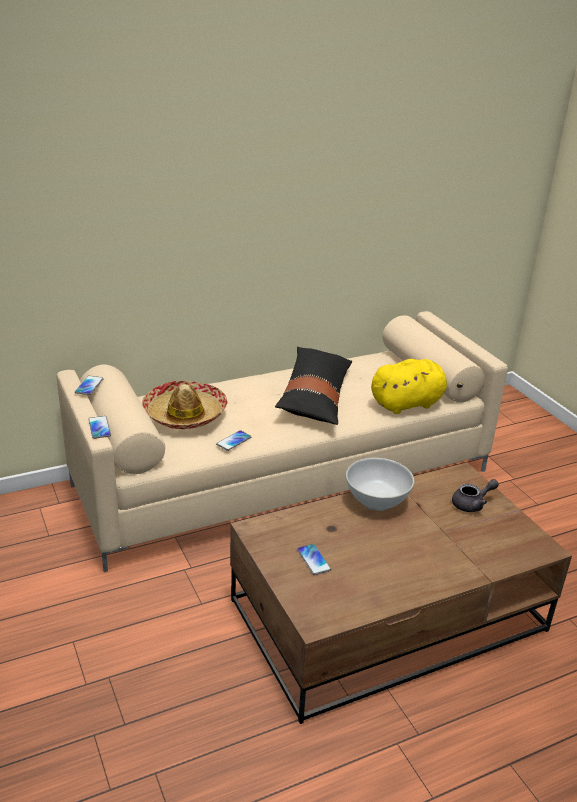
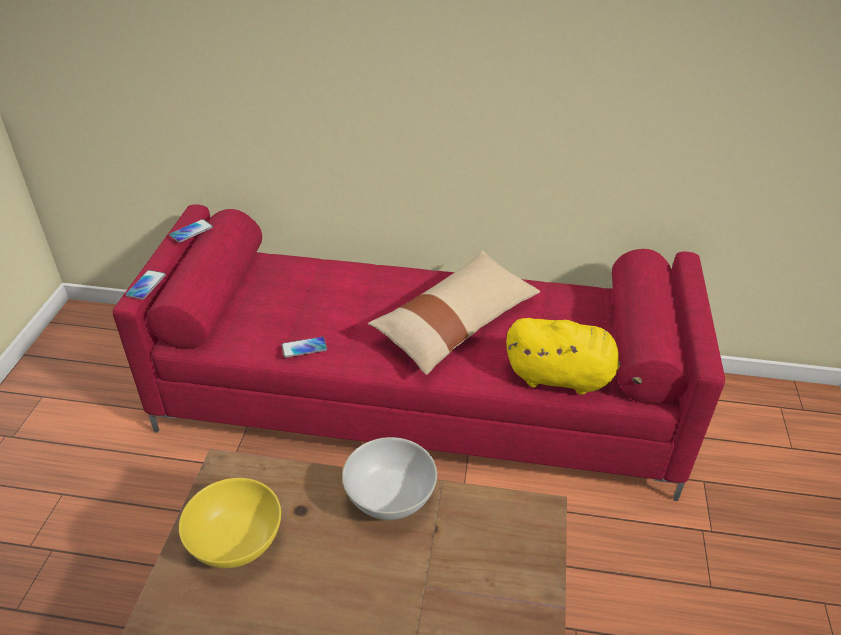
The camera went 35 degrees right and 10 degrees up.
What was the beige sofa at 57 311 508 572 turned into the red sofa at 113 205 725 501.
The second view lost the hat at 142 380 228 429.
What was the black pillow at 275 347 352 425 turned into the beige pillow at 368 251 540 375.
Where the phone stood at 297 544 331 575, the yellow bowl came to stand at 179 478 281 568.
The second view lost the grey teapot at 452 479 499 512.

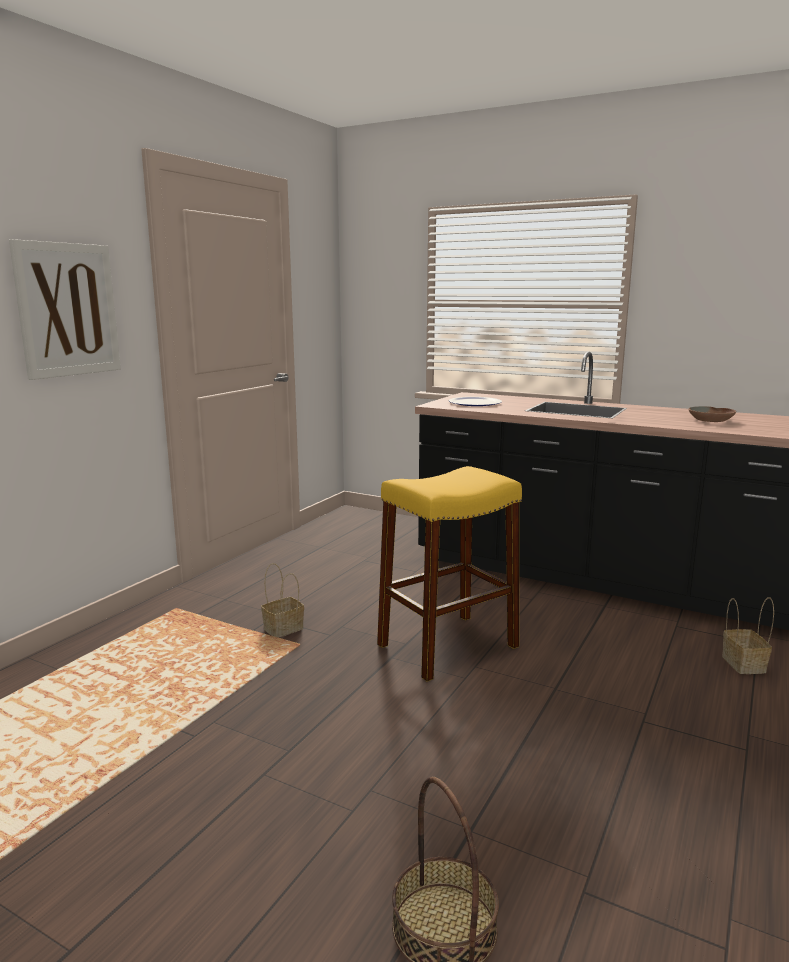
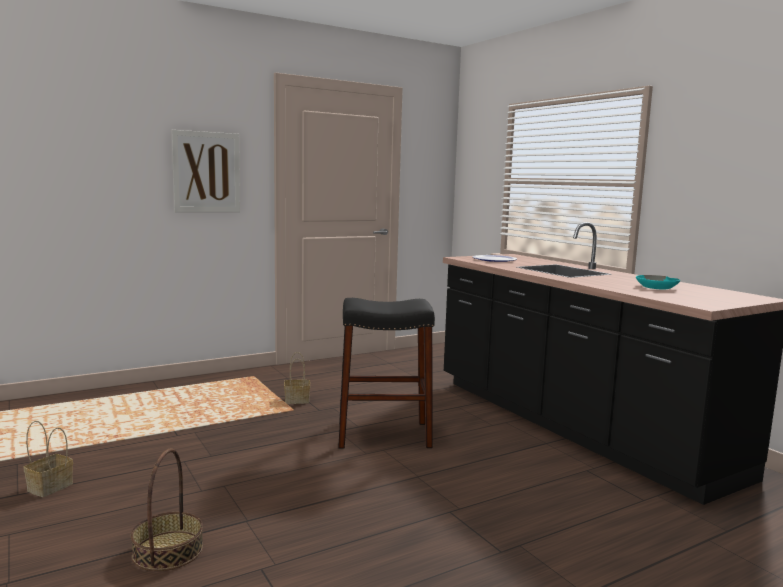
The camera went 30 degrees right and 5 degrees down.
What was the yellow stool at 377 466 522 681 turned into the black stool at 338 298 435 449.
What was the brown bowl at 688 406 736 422 turned into the turquoise bowl at 636 275 680 289.
The basket ended up elsewhere, having gone from 722 597 774 674 to 24 421 73 497.

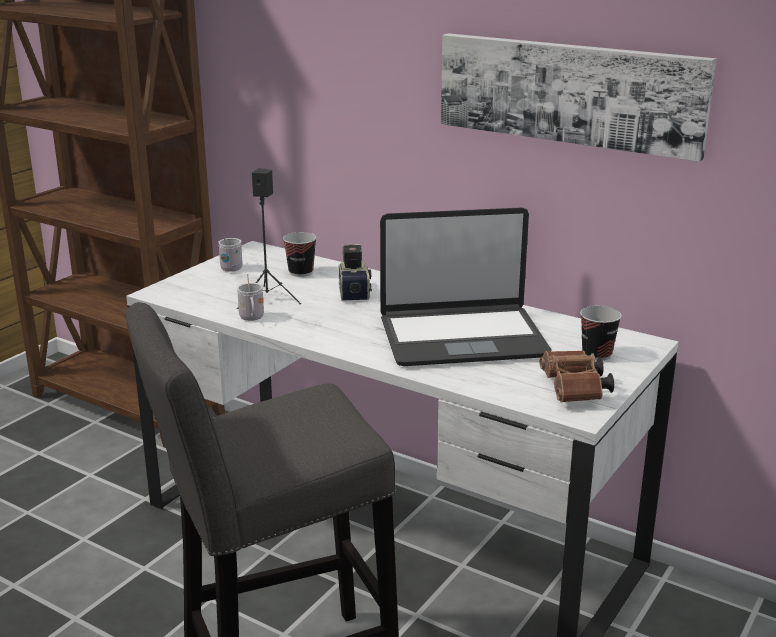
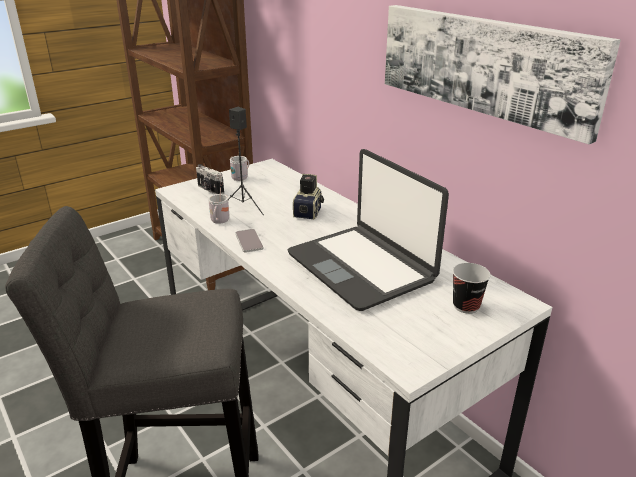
The camera went 20 degrees right and 5 degrees up.
The second view lost the cup at 283 232 317 277.
The laptop at 380 207 552 366 ended up facing another way, 45 degrees clockwise from before.
The second view lost the brown binoculars at 540 350 614 403.
The second view gained the photo camera at 196 164 224 195.
The second view gained the phone at 235 229 264 252.

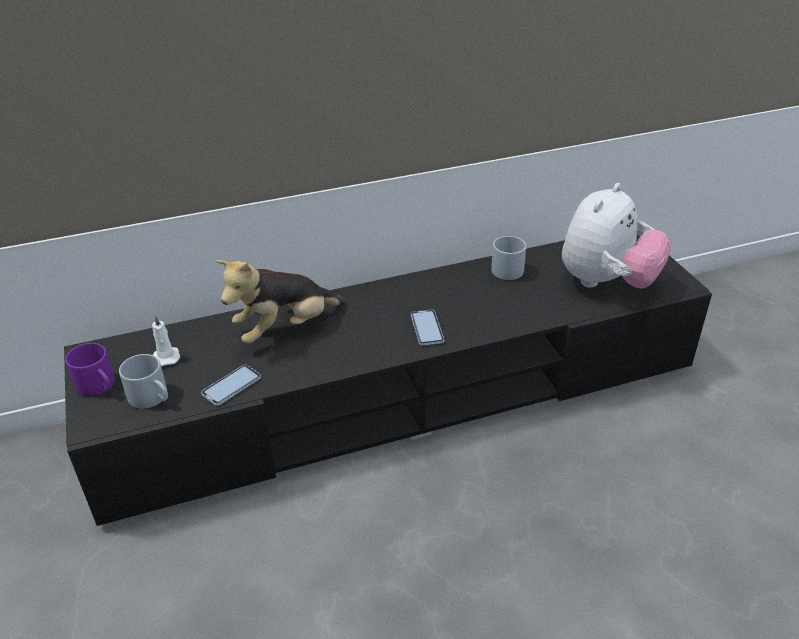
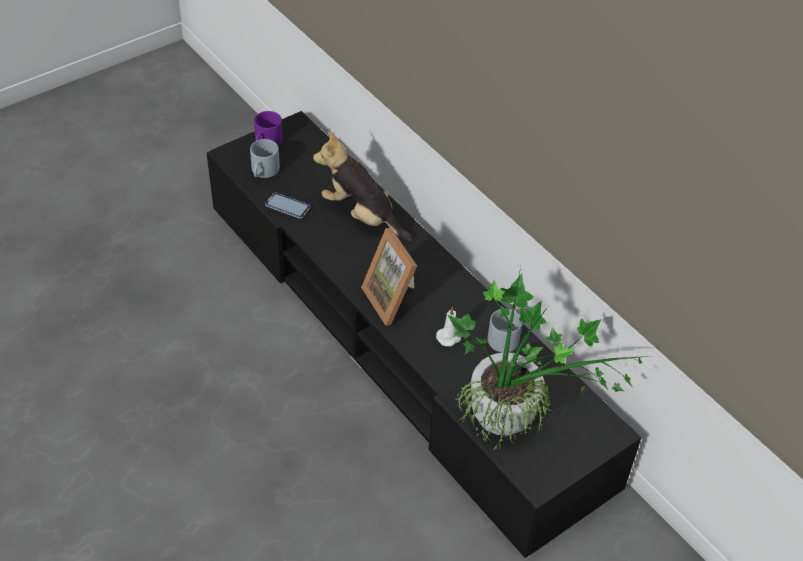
The camera went 70 degrees right and 10 degrees up.
The white candle ended up elsewhere, having gone from 152 315 180 367 to 436 307 461 346.
Where the phone stood at 411 310 444 346, the picture frame came to stand at 361 228 417 326.
Where the plush toy stood at 562 183 671 289, the potted plant came to stand at 448 267 649 451.

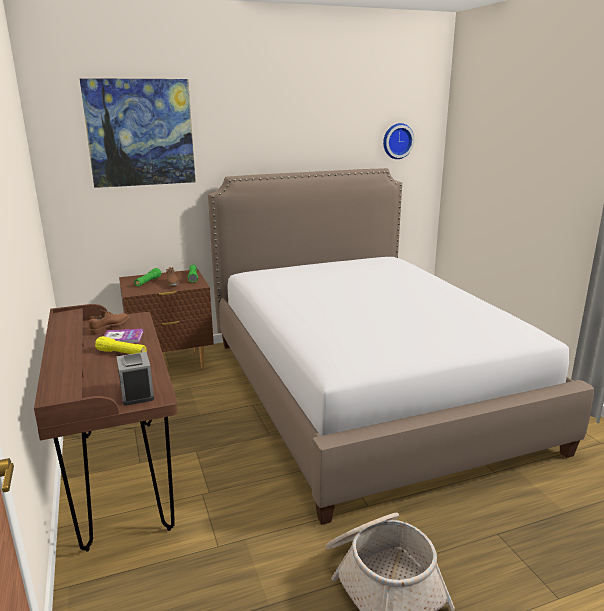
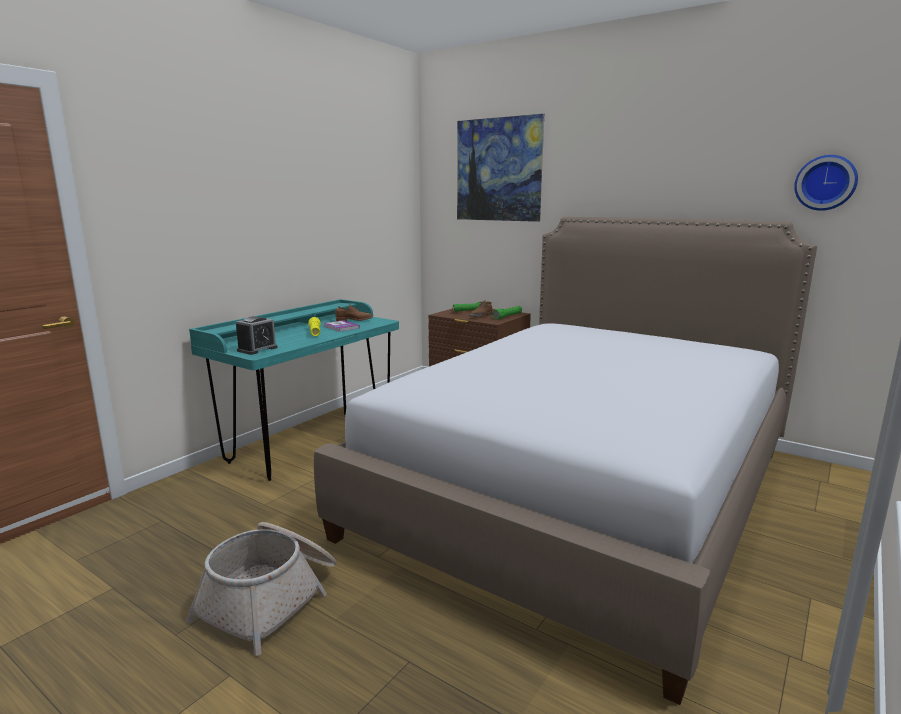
The camera went 55 degrees right and 5 degrees down.
What was the brown desk at 34 304 178 552 turned into the turquoise desk at 189 299 399 481.

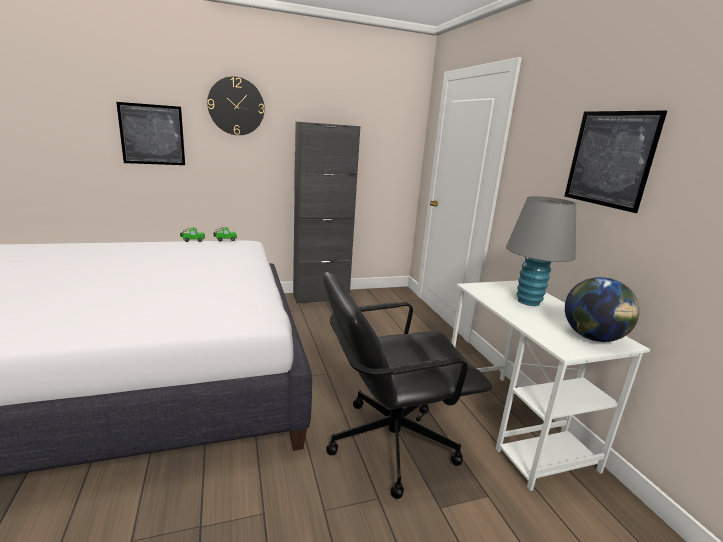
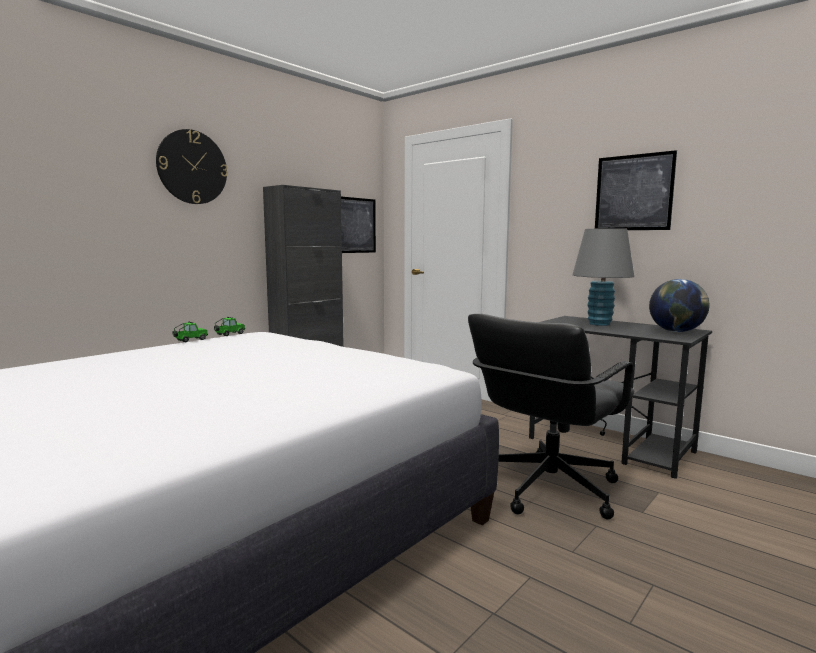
The camera went 30 degrees left and 10 degrees down.
The picture ended up elsewhere, having gone from 116 102 185 165 to 341 197 376 253.
What was the white desk at 451 280 650 491 turned into the black desk at 529 316 712 479.

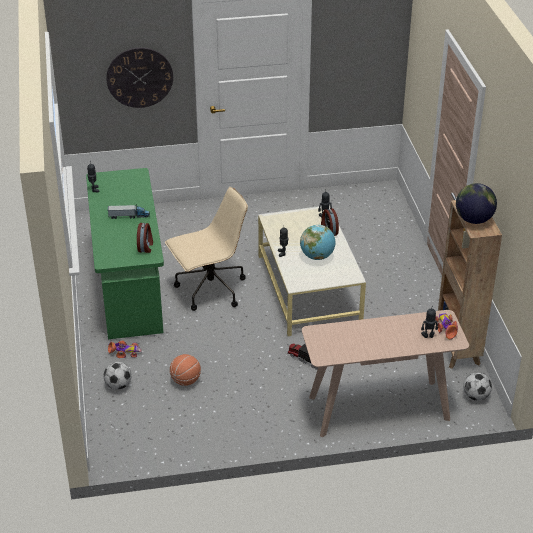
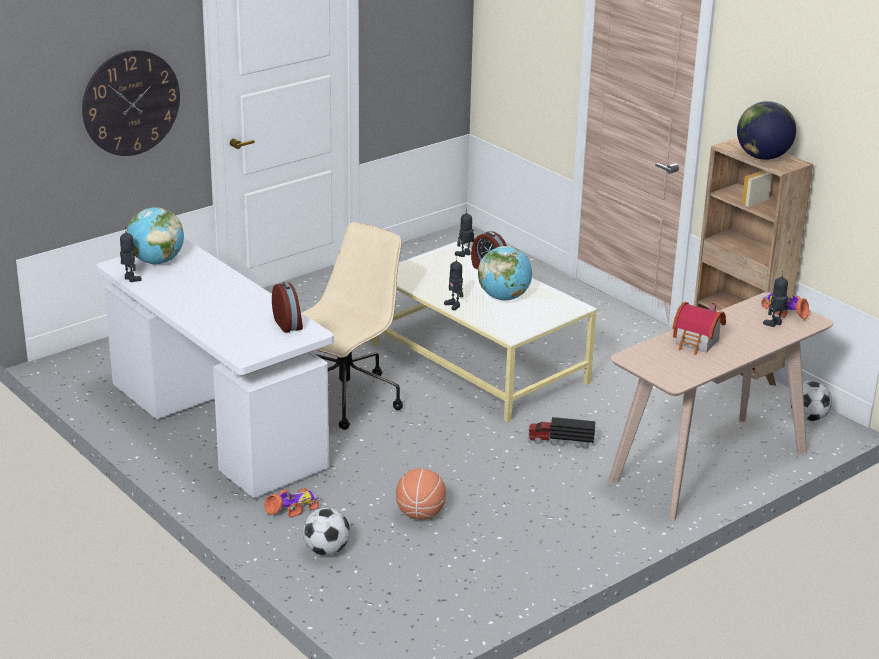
The camera went 30 degrees left and 10 degrees down.
What was the green desk at 86 168 164 339 turned into the white desk at 96 239 334 498.
The second view lost the toy truck at 108 204 150 219.
The second view gained the globe at 127 207 184 264.
The second view gained the toy house at 672 302 726 355.

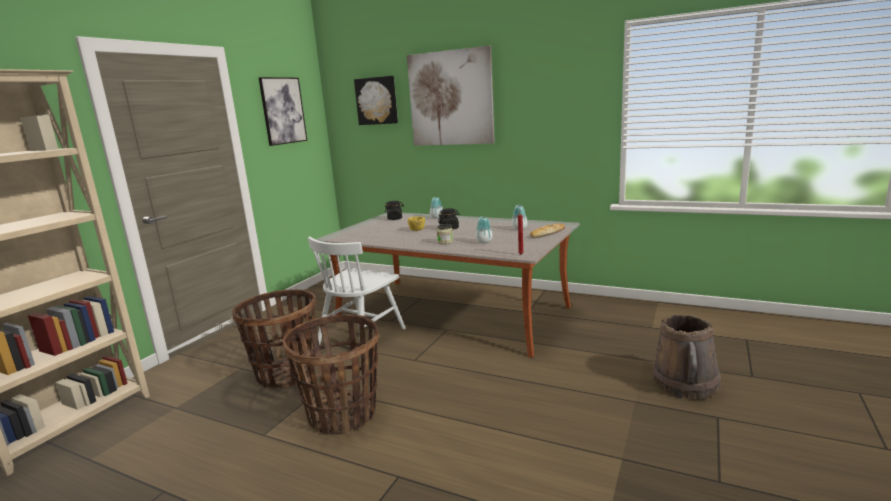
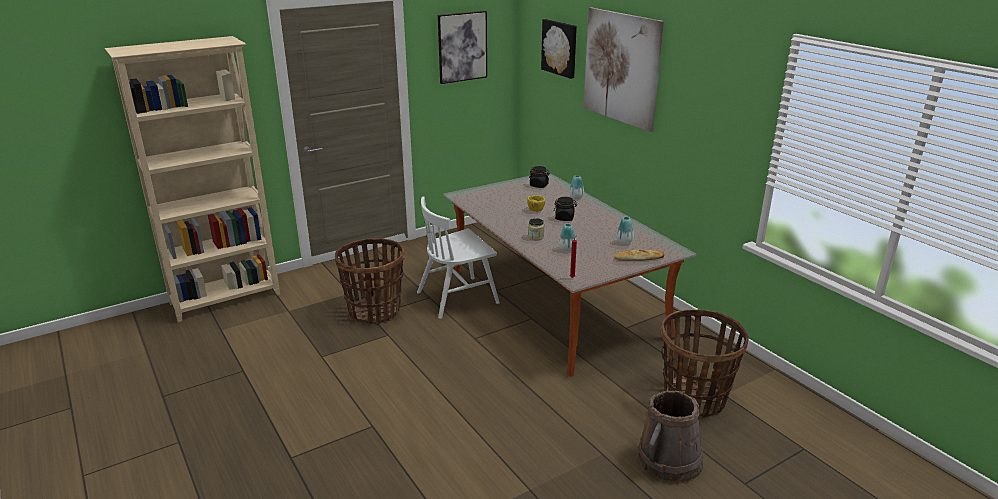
The camera went 30 degrees right and 10 degrees up.
The basket ended up elsewhere, having gone from 283 314 379 435 to 660 309 749 417.

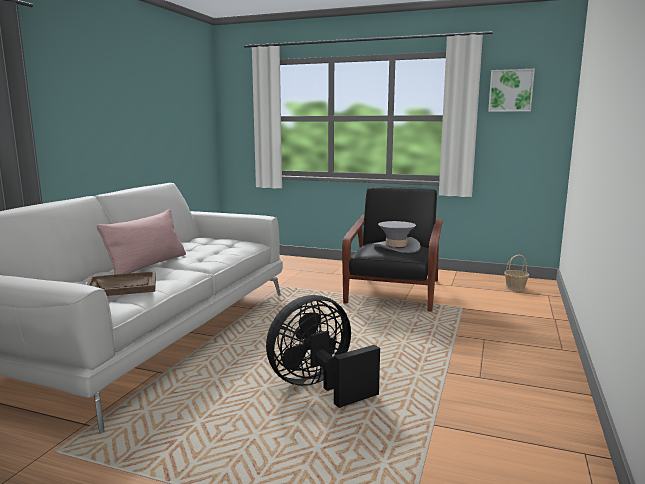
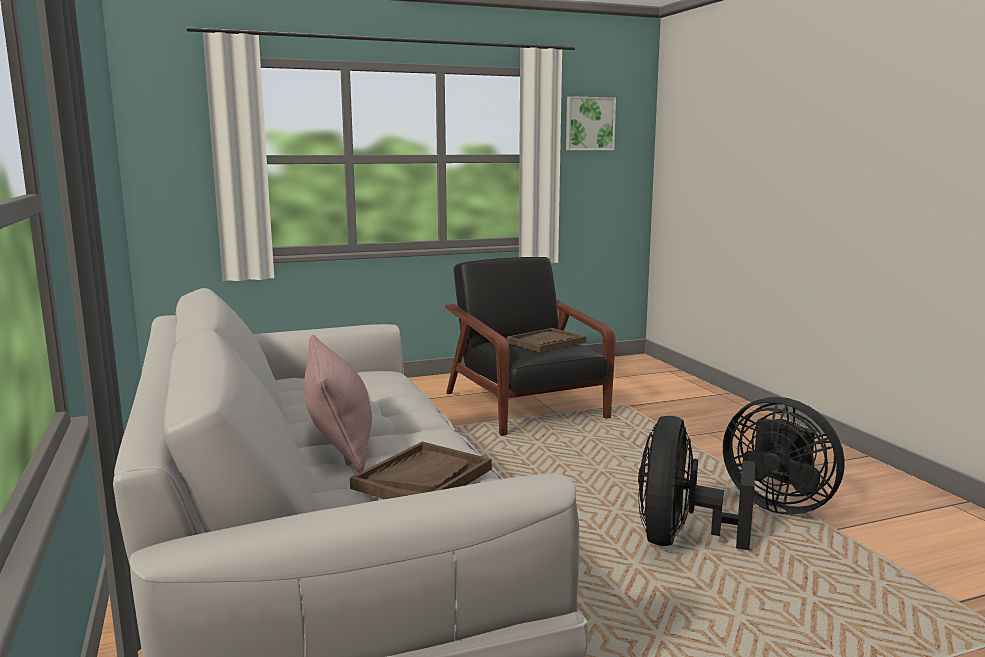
The camera went 40 degrees left and 0 degrees up.
Where the grey hat stood at 372 221 421 253, the brown tray came to stand at 507 328 586 353.
The second view lost the basket at 504 255 529 291.
The second view gained the black fan at 723 397 844 515.

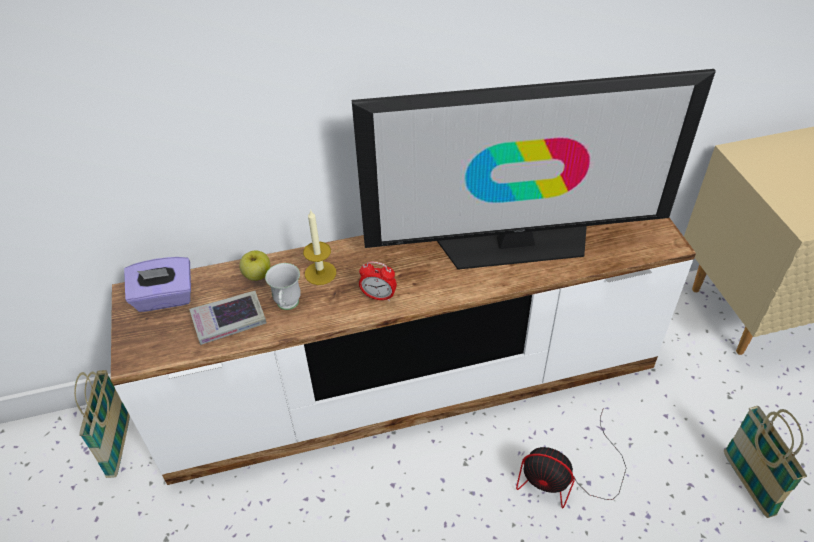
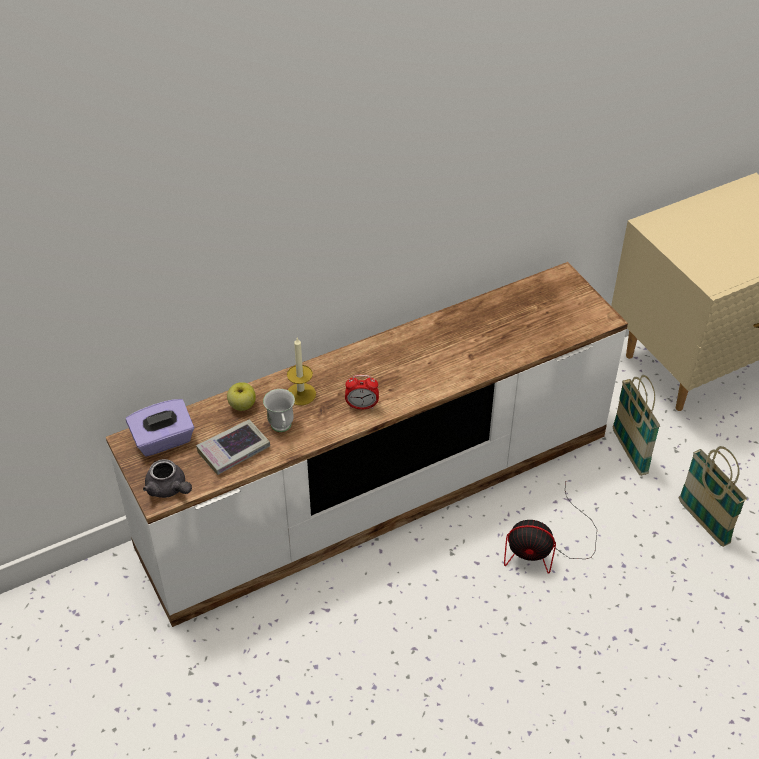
The camera went 15 degrees left and 0 degrees up.
The basket ended up elsewhere, having gone from 74 370 130 478 to 613 375 660 476.
The second view lost the television at 352 69 716 270.
The second view gained the grey teapot at 143 459 192 498.

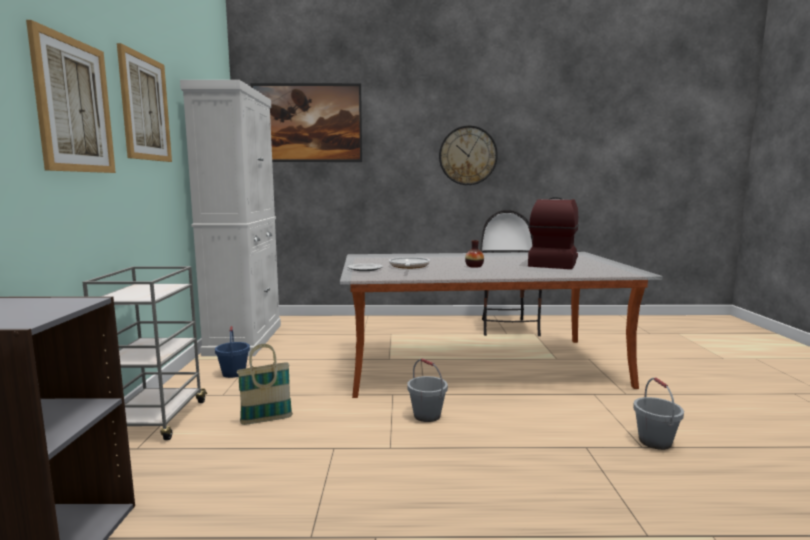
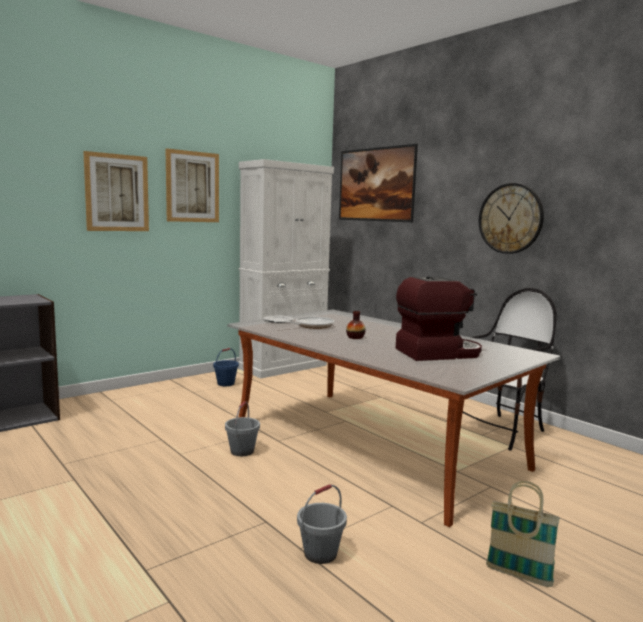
The camera went 50 degrees right and 0 degrees up.
The second view lost the grey cart at 83 266 207 440.
The basket ended up elsewhere, having gone from 237 344 293 425 to 486 481 560 587.

